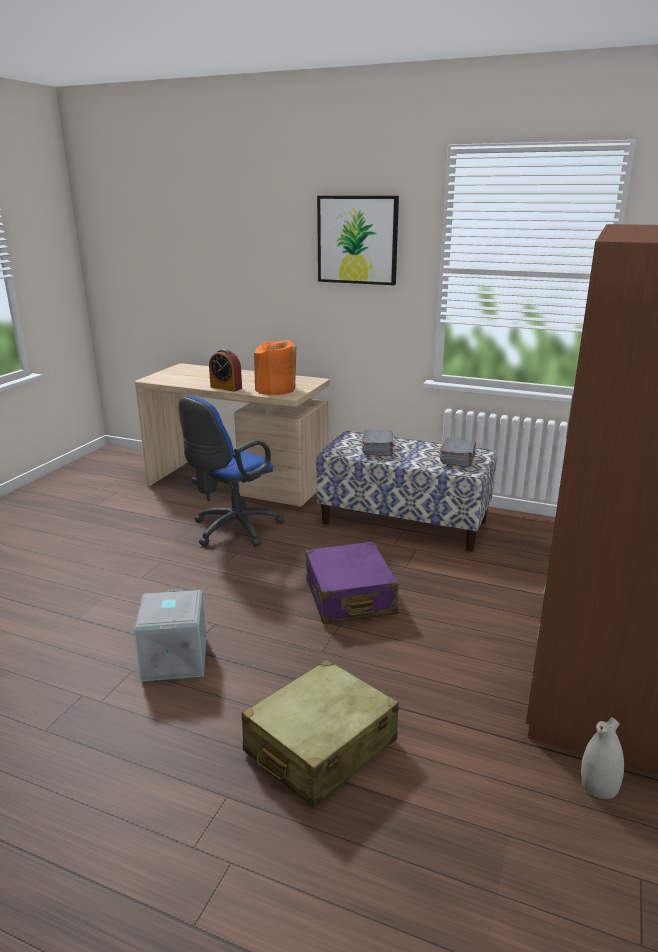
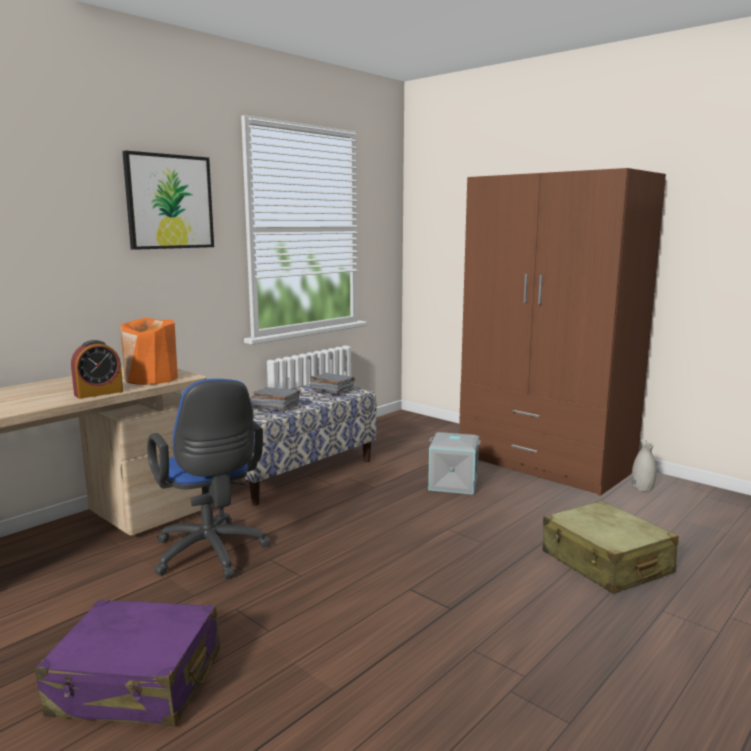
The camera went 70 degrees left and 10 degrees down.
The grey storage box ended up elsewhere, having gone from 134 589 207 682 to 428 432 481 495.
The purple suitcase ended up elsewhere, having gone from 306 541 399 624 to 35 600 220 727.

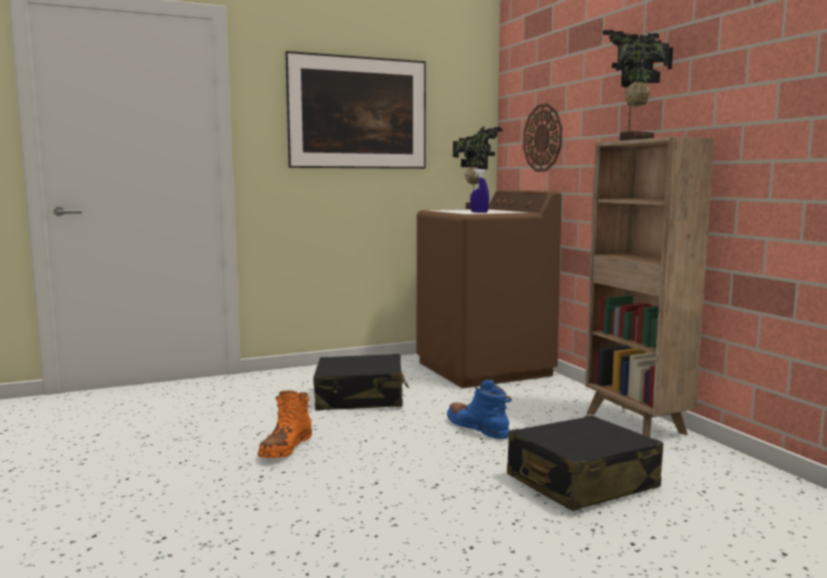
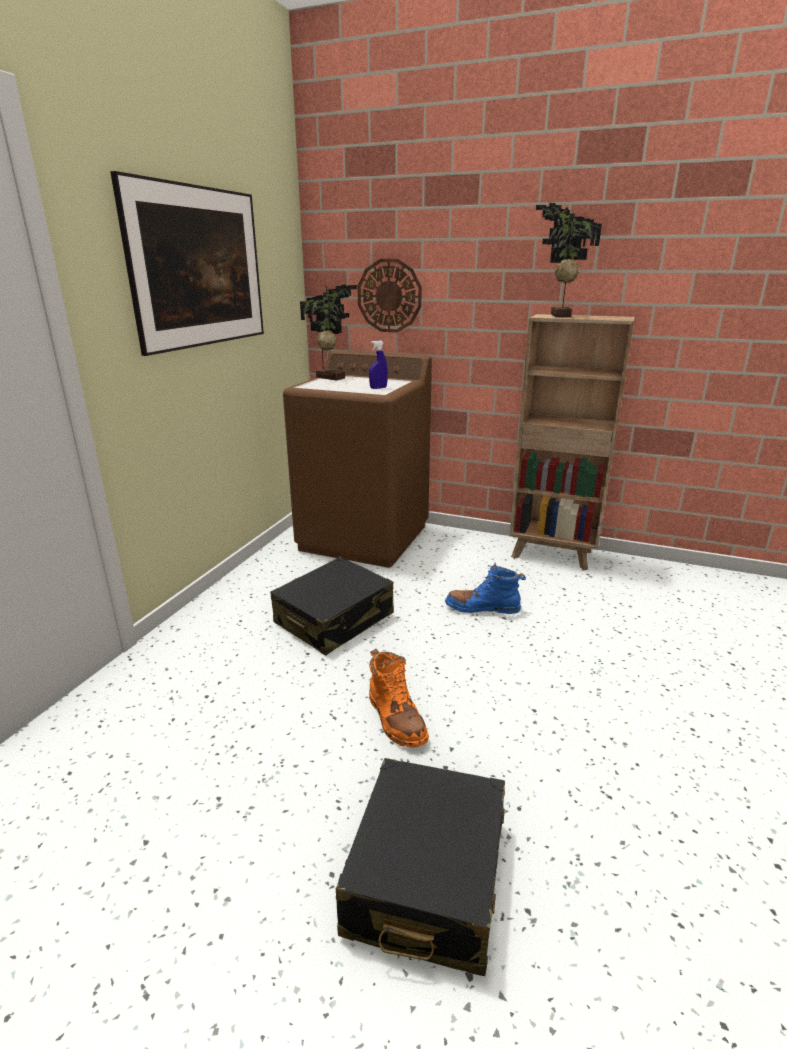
The camera went 45 degrees left and 15 degrees up.
The black suitcase ended up elsewhere, having gone from 507 415 663 511 to 336 758 505 976.

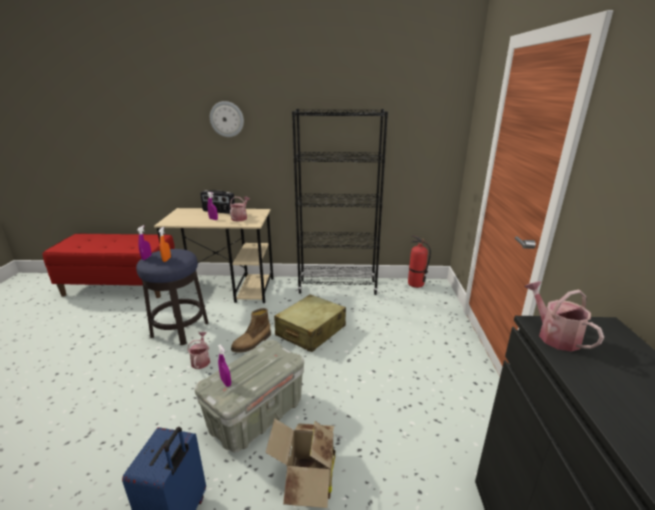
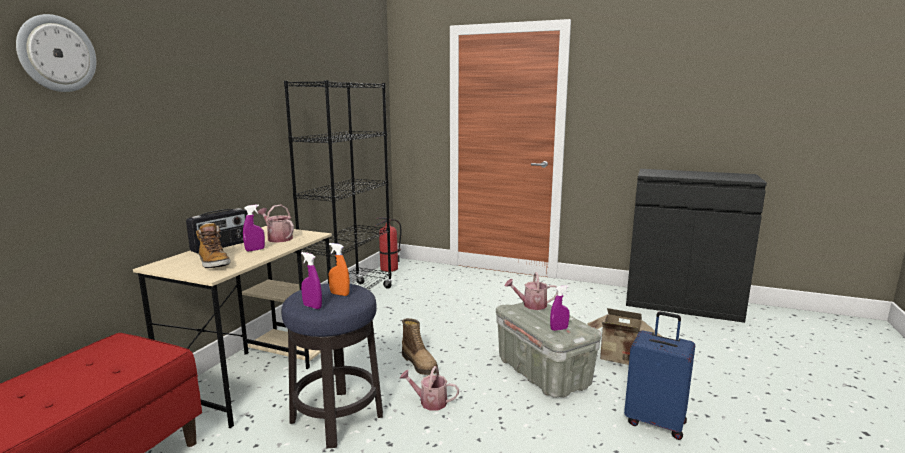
The camera went 70 degrees left and 10 degrees down.
The wall clock ended up elsewhere, having gone from 210 101 244 137 to 16 14 96 92.
The second view lost the beige suitcase at 274 294 346 352.
The watering can ended up elsewhere, having gone from 524 281 604 352 to 505 272 558 310.
The second view gained the boot at 196 223 231 268.

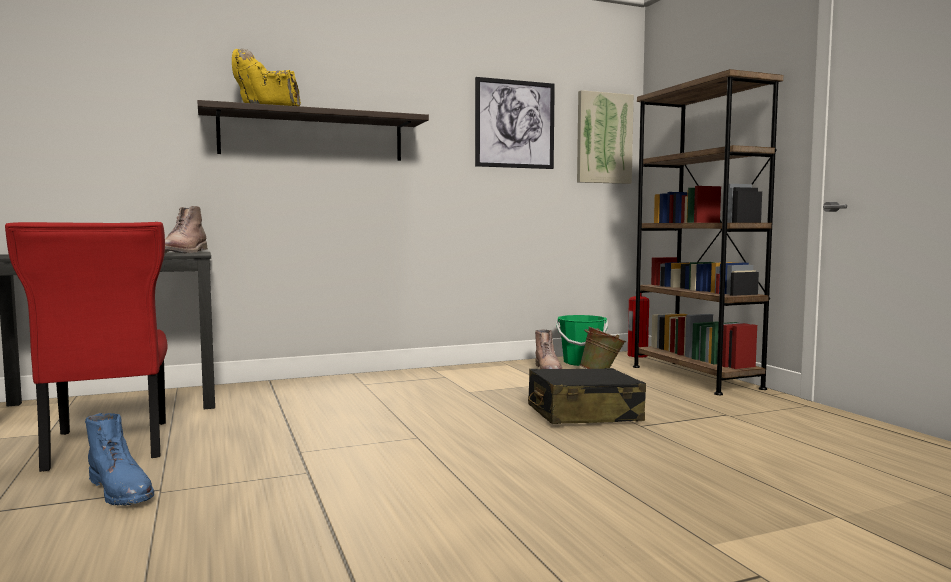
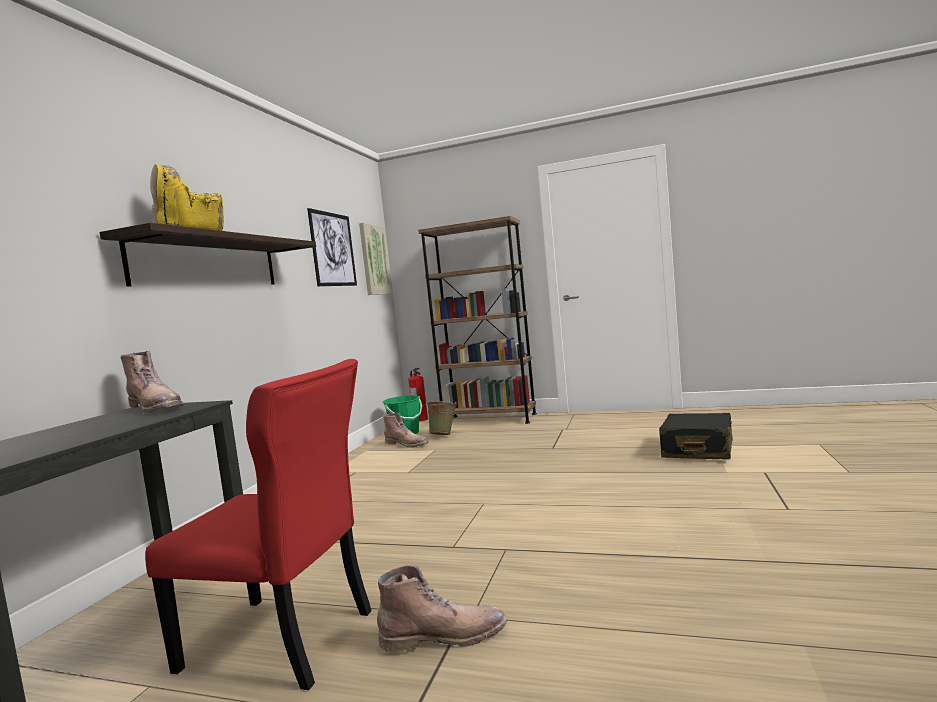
The camera went 50 degrees left and 0 degrees up.
What was the blue boot at 85 413 154 506 turned into the brown boot at 377 565 507 653.
The black suitcase ended up elsewhere, having gone from 528 368 646 424 to 659 413 733 459.

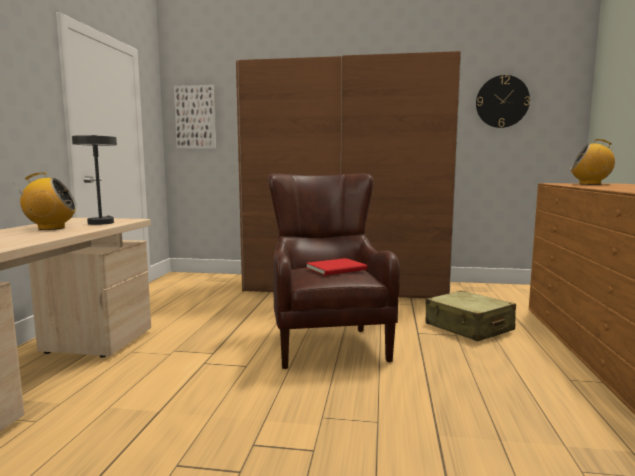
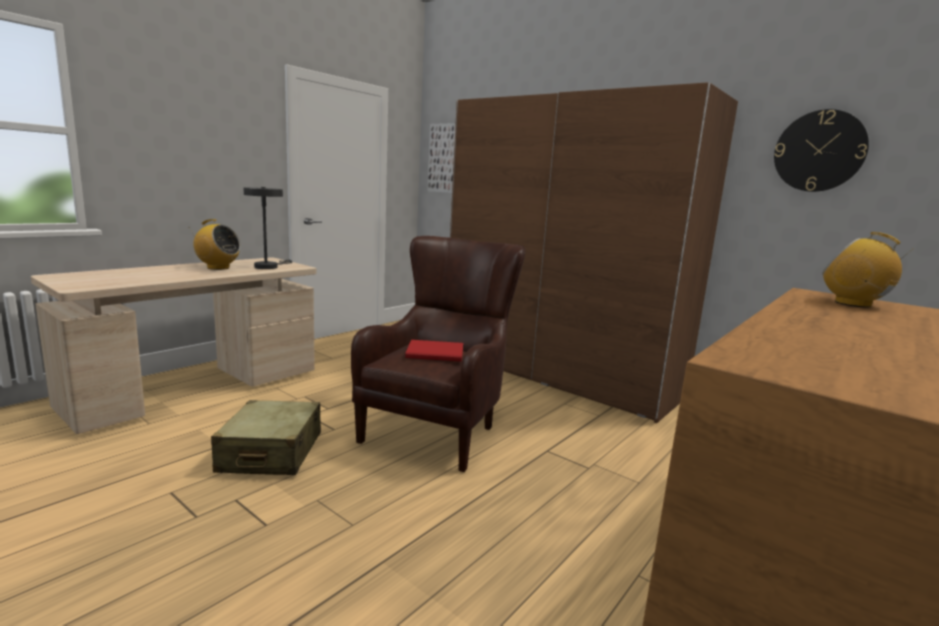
The camera went 30 degrees right and 5 degrees up.
The beige suitcase ended up elsewhere, having gone from 426 290 516 341 to 211 400 321 475.

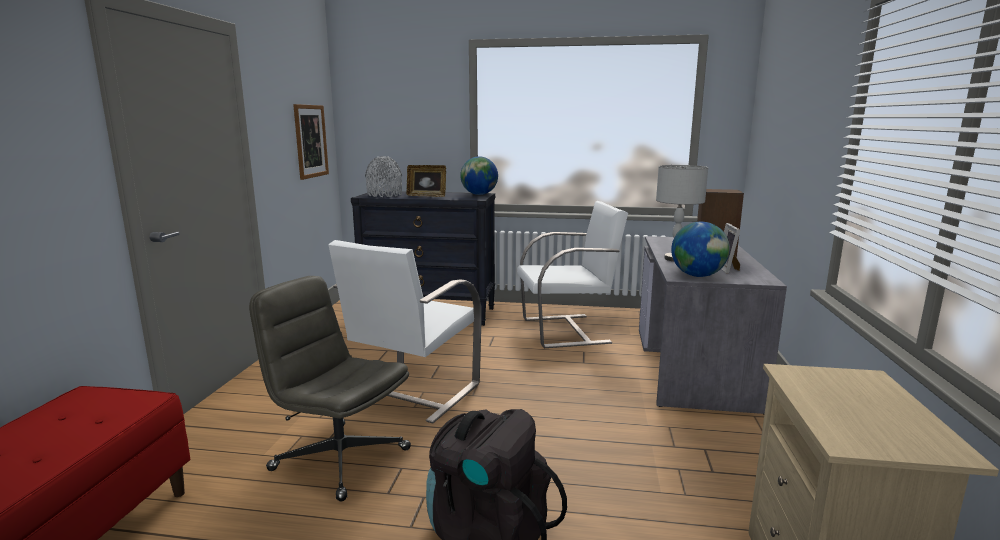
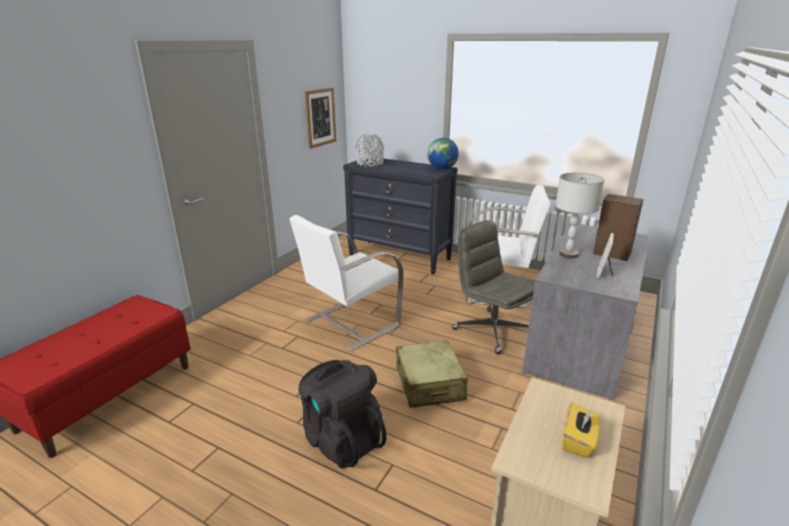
The camera went 20 degrees right and 10 degrees up.
The grey office chair ended up elsewhere, having gone from 249 276 411 502 to 452 220 535 354.
The second view lost the picture frame at 406 165 446 197.
The second view lost the globe at 671 222 730 277.
The second view gained the beige suitcase at 396 340 468 408.
The second view gained the yellow tissue box at 562 402 600 458.

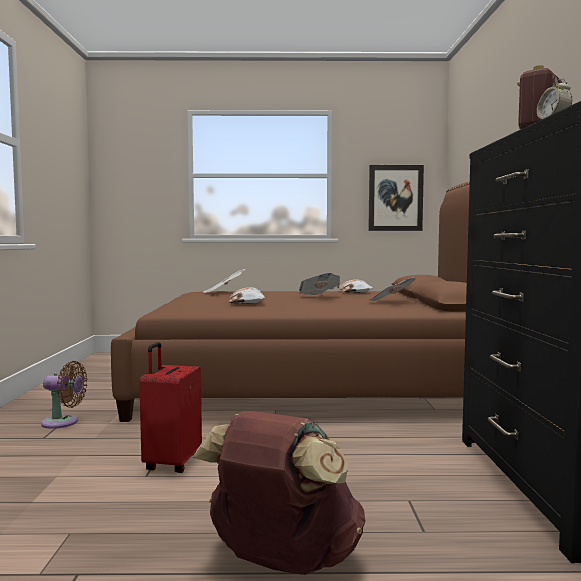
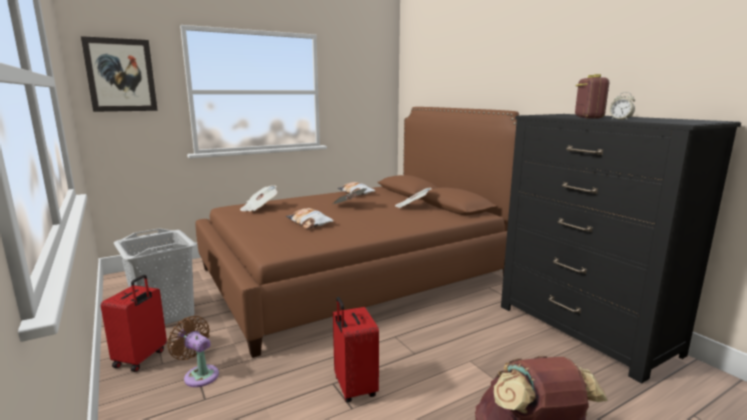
The camera went 30 degrees left and 10 degrees up.
The brown fan at 41 361 87 429 ended up facing another way, 120 degrees counterclockwise from before.
The picture ended up elsewhere, having gone from 368 165 424 231 to 81 36 158 112.
The second view gained the red suitcase at 101 275 167 372.
The second view gained the grey laundry basket at 114 228 196 325.

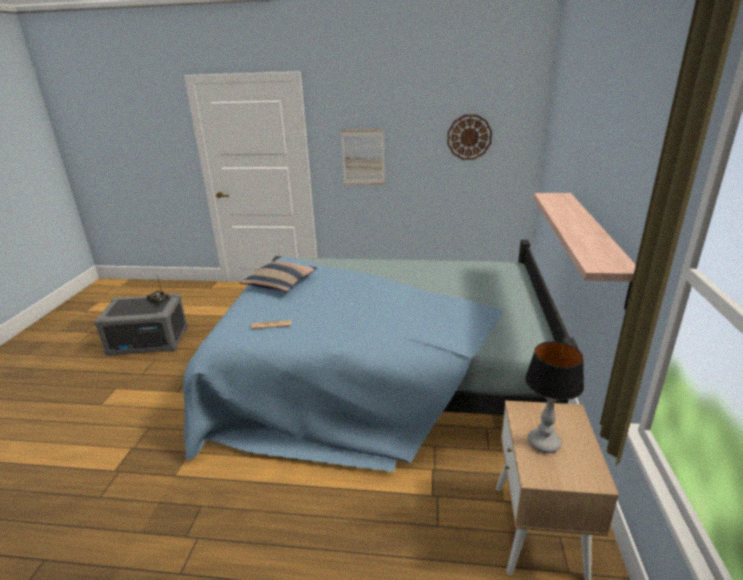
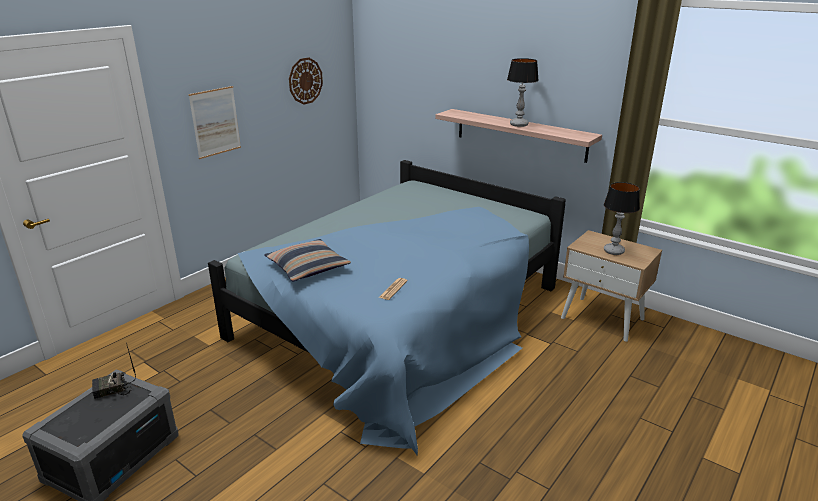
The camera went 60 degrees left and 0 degrees up.
The second view gained the table lamp at 507 58 539 127.

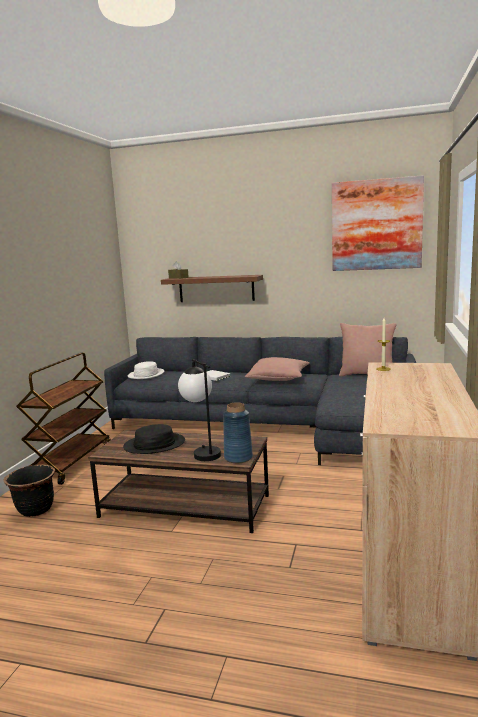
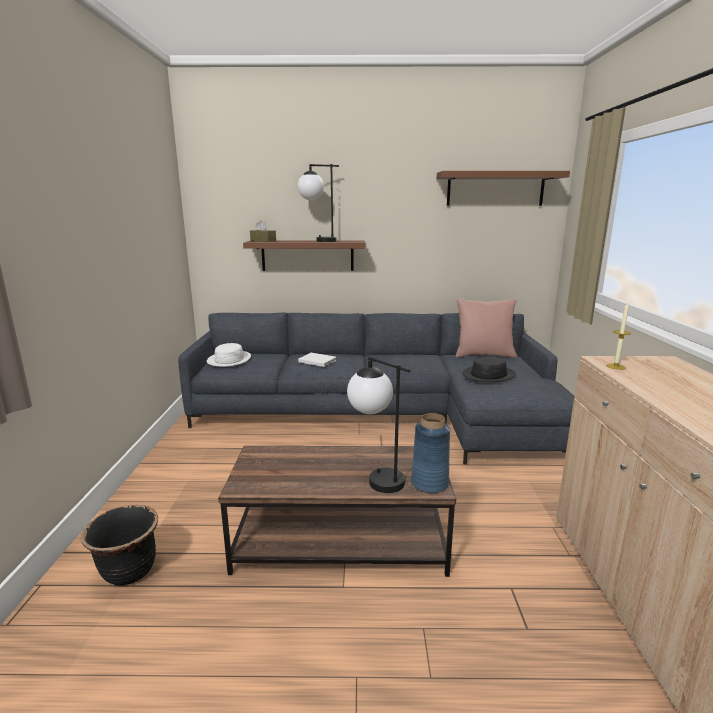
The camera went 15 degrees left and 5 degrees up.
The second view lost the brown cart at 16 353 111 485.
The black hat ended up elsewhere, having gone from 123 424 185 454 to 462 357 516 382.
The second view lost the pink pillow at 245 357 310 381.
Where the picture hung at 332 175 424 271, the brown shelf came to hang at 437 171 570 206.
The second view gained the table lamp at 298 164 339 242.

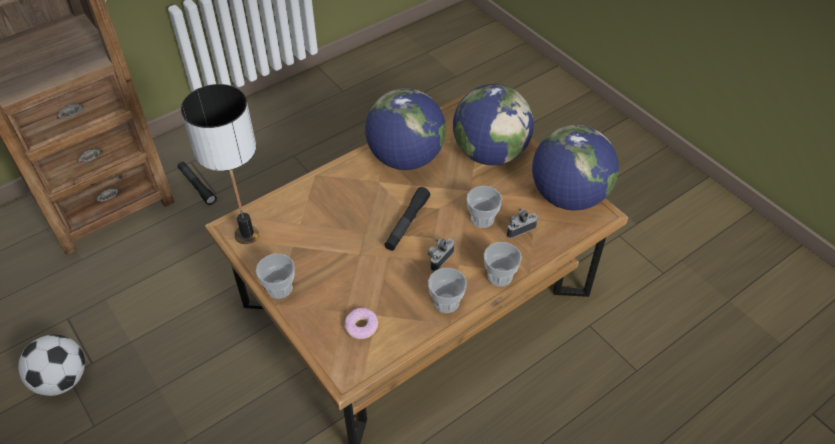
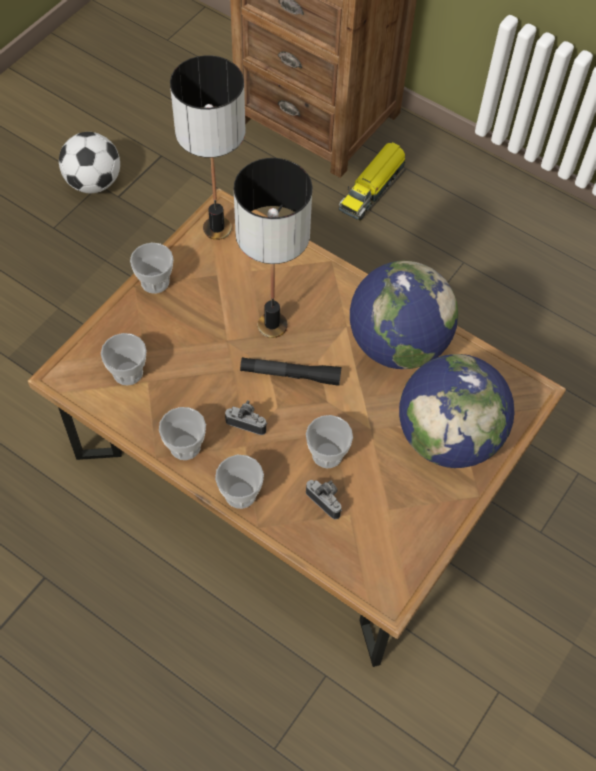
The camera went 70 degrees right and 10 degrees up.
Where the black flashlight stood at 178 162 217 205, the toy truck came to stand at 339 142 406 220.
Where the donut stood at 345 308 378 339, the cup came to stand at 101 333 147 385.
The second view lost the globe at 532 125 619 210.
The second view gained the table lamp at 234 158 313 338.

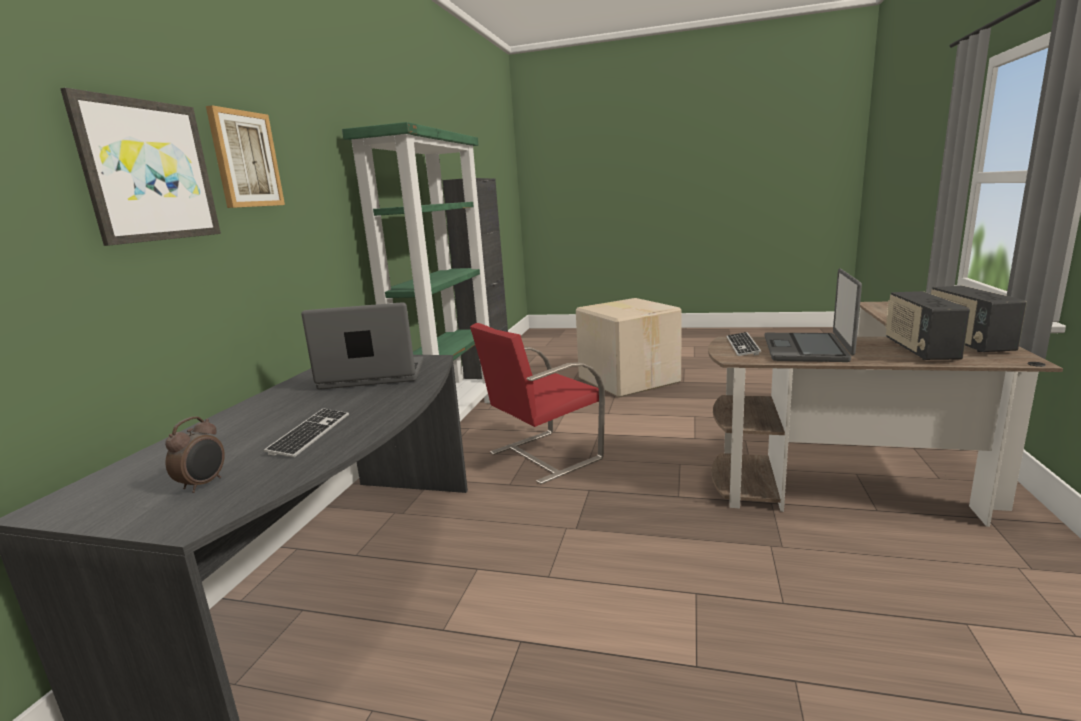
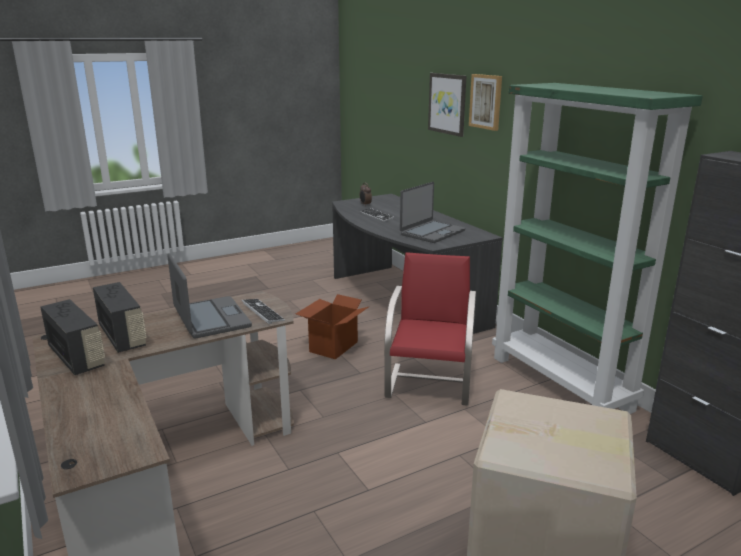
The camera went 135 degrees right and 5 degrees up.
The second view gained the cardboard box at 296 294 368 359.

